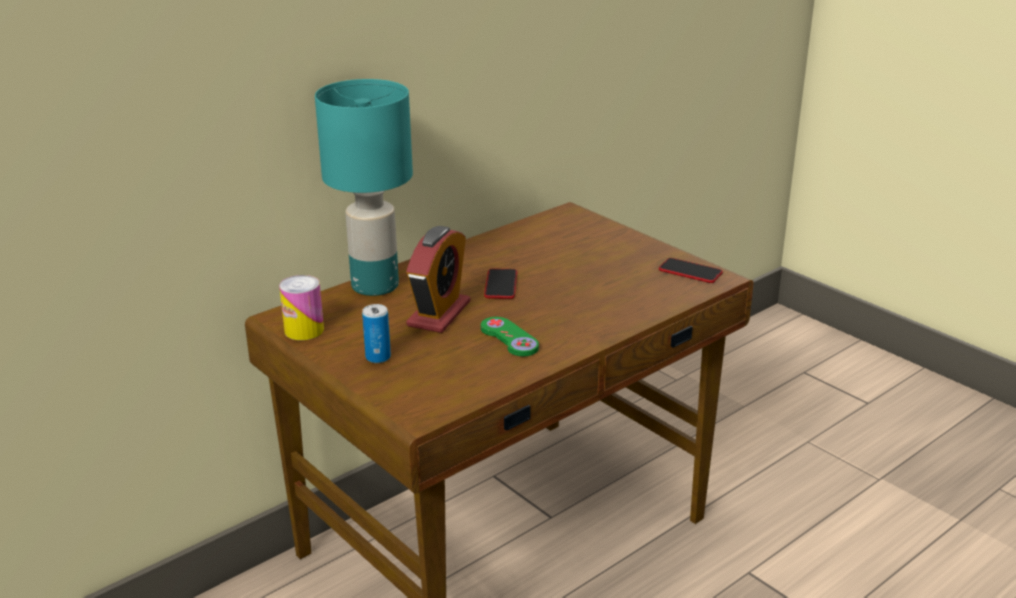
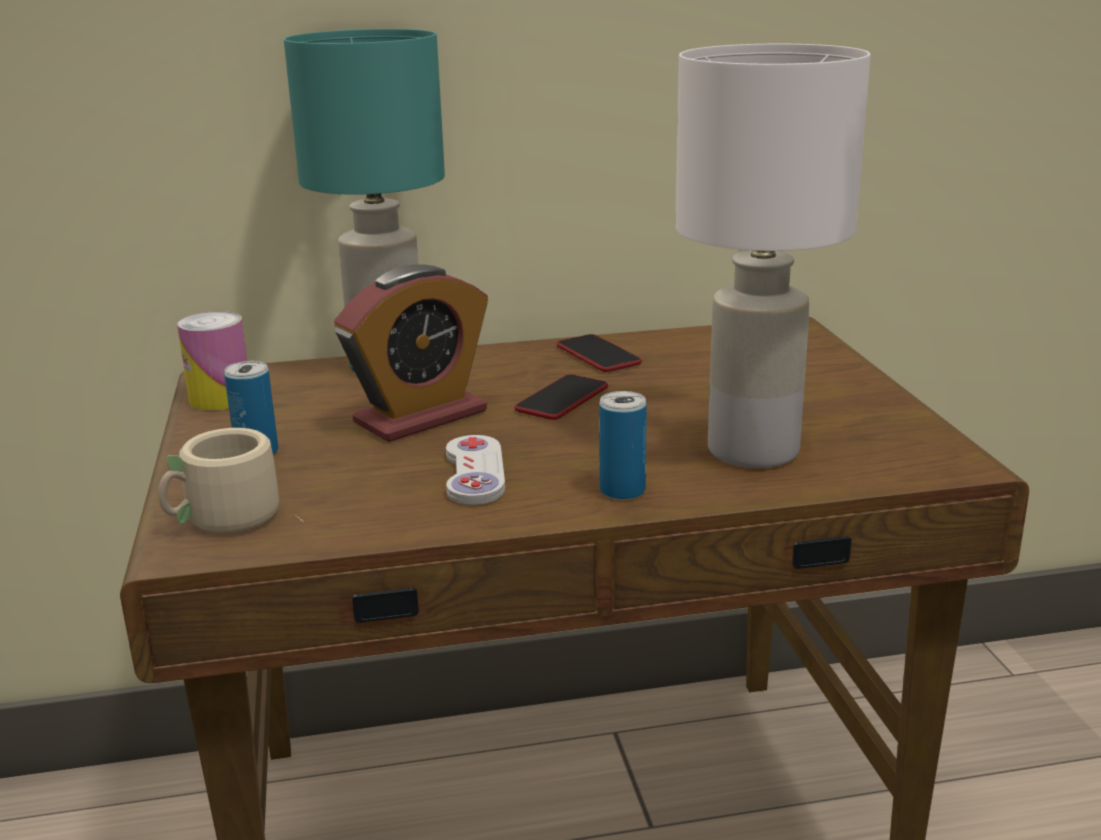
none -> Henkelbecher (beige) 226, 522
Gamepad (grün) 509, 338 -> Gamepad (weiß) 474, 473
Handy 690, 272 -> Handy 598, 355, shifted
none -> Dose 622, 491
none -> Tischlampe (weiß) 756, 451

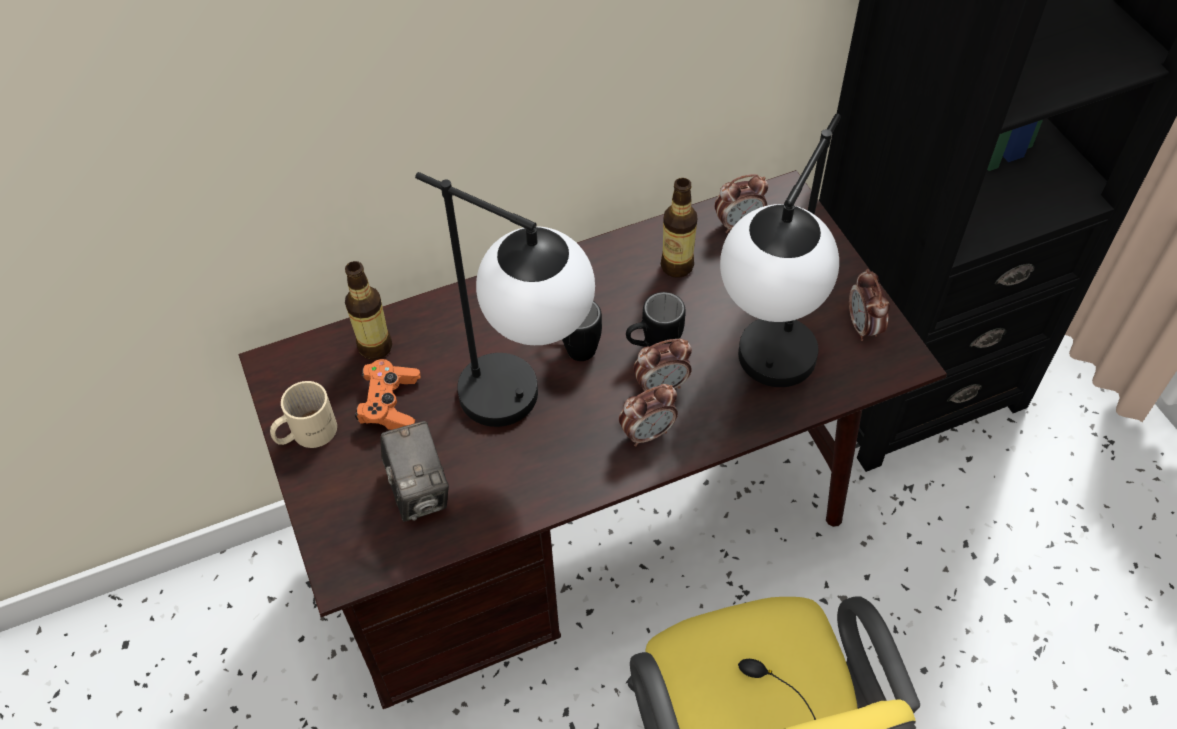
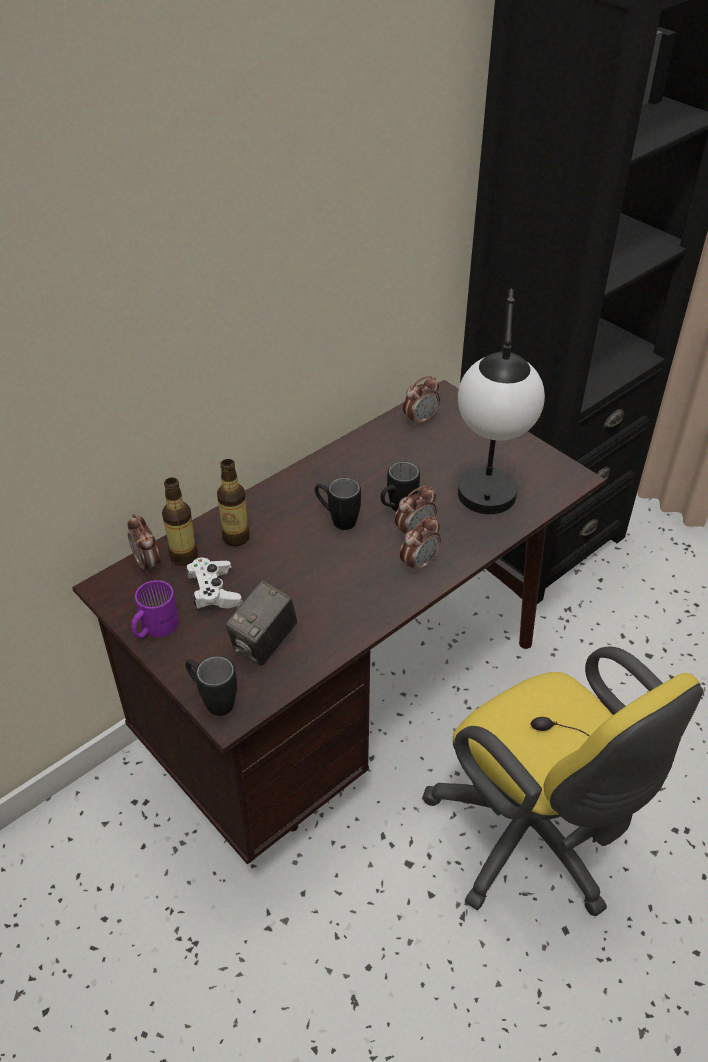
Wecker 863, 327 -> Wecker 148, 563, shifted
Henkelbecher (beige) 305, 432 -> Henkelbecher (lila) 153, 627
Gamepad (orange) 390, 404 -> Gamepad (weiß) 214, 591
none -> Henkelbecher (schwarz) 213, 700
Flasche 677, 266 -> Flasche 236, 537, shifted
Kamera 419, 491 -> Kamera 264, 644, 75 degrees clockwise
Tischlampe 527, 407 -> none

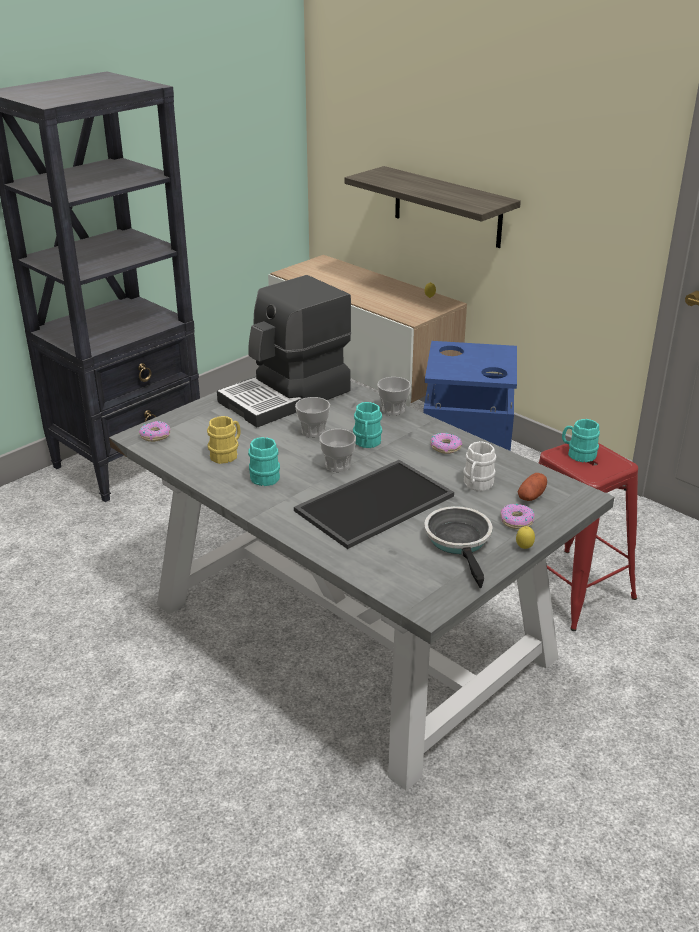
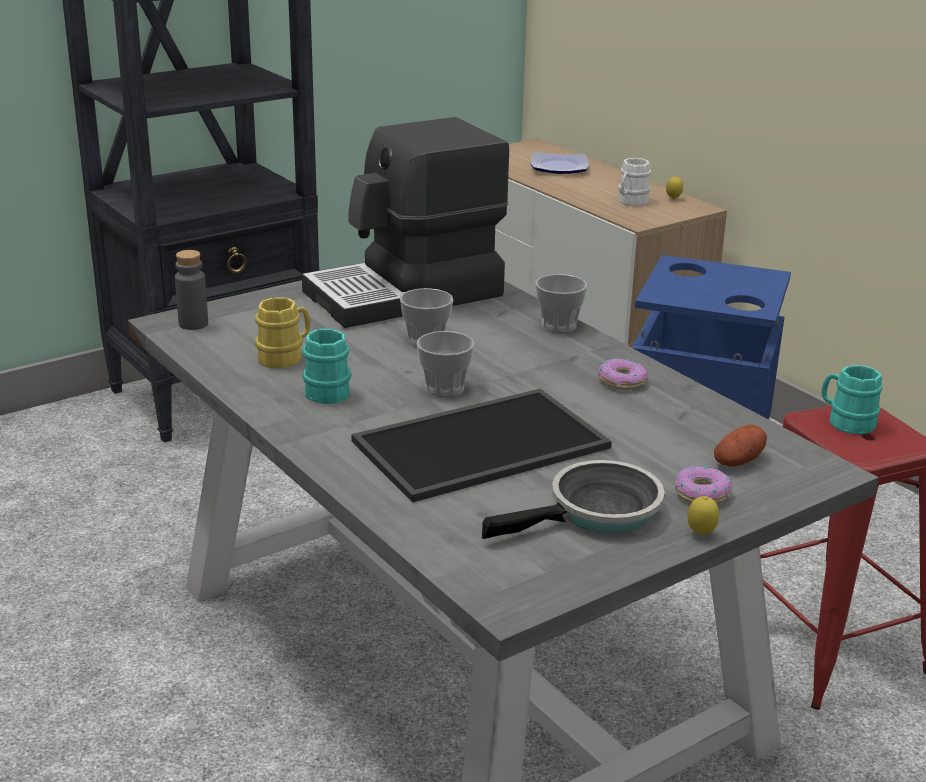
Donut 155, 435 -> Flasche (grau) 193, 324
Pfanne 460, 542 -> Pfanne 597, 513, 60 degrees clockwise
none -> Teller 558, 167
Henkelbecher (weiß) 476, 485 -> Henkelbecher (weiß) 630, 202, shifted
Wandregal 447, 207 -> none
Henkelbecher (türkis) 367, 443 -> none

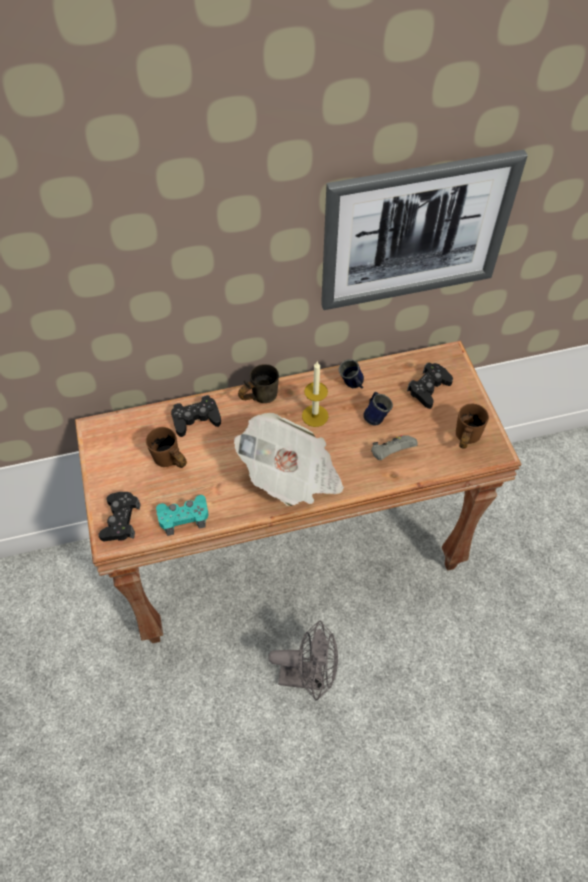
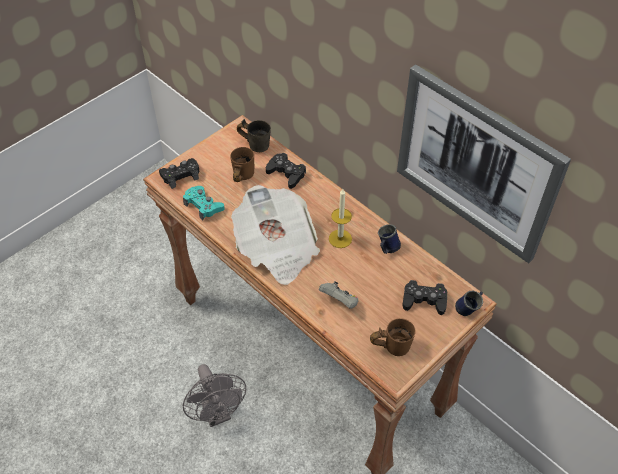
Henkelbecher (grau) 258, 396 -> Henkelbecher (grau) 256, 143, shifted
Henkelbecher (blau) 375, 415 -> Henkelbecher (blau) 468, 309, shifted

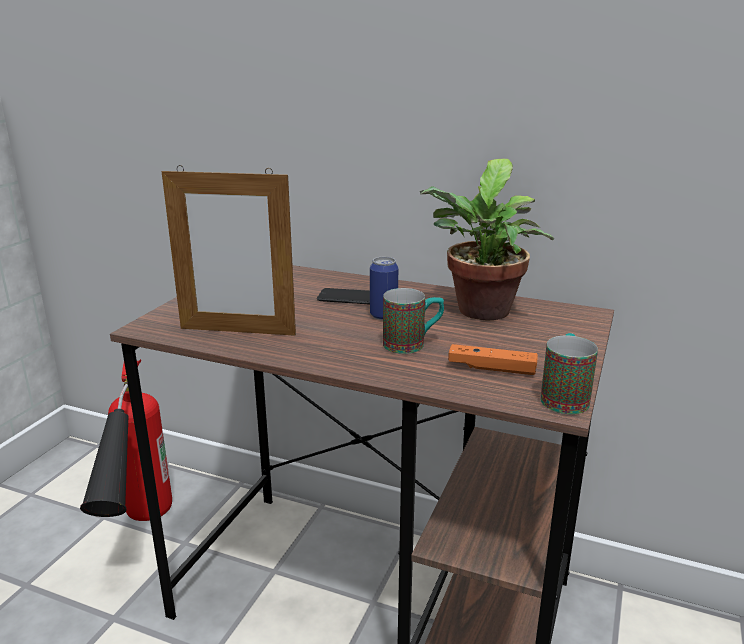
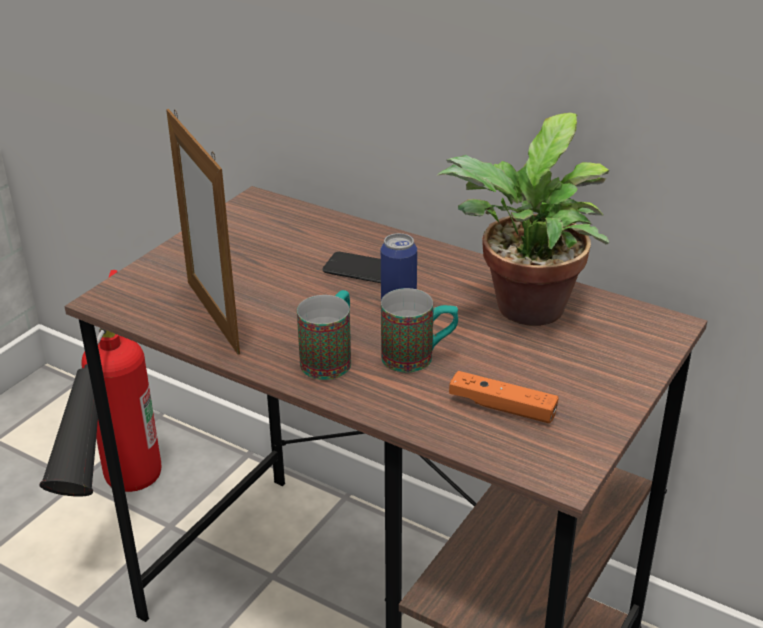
Bilderrahmen 237, 331 -> Bilderrahmen 213, 316, 45 degrees clockwise
Henkelbecher 564, 396 -> Henkelbecher 331, 358, shifted

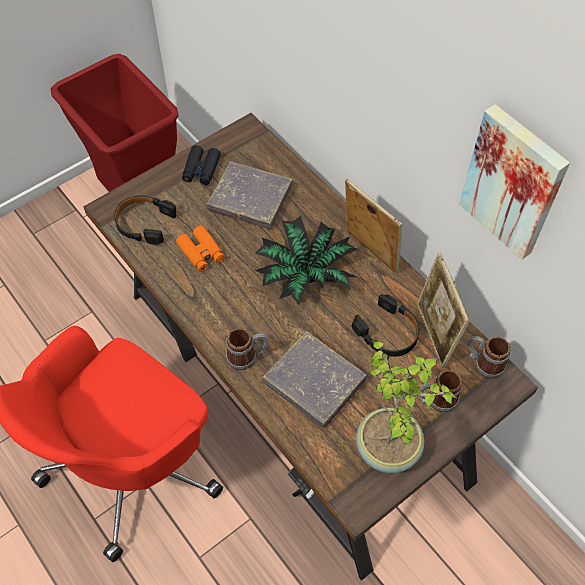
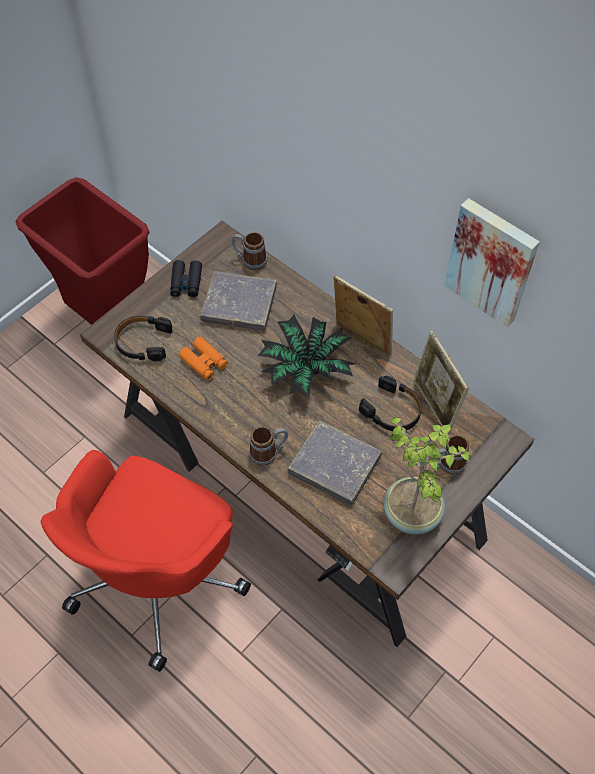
Henkelbecher 483, 363 -> Henkelbecher 250, 260, shifted

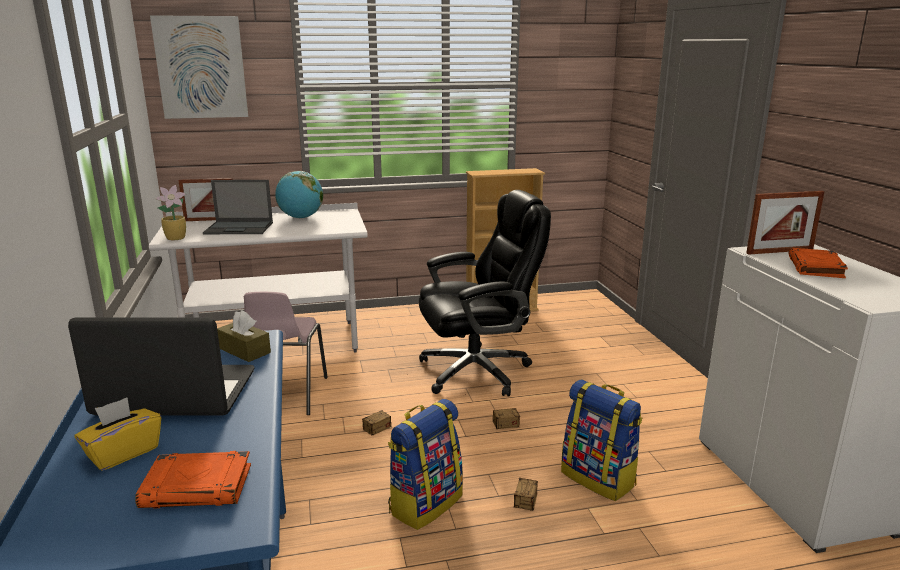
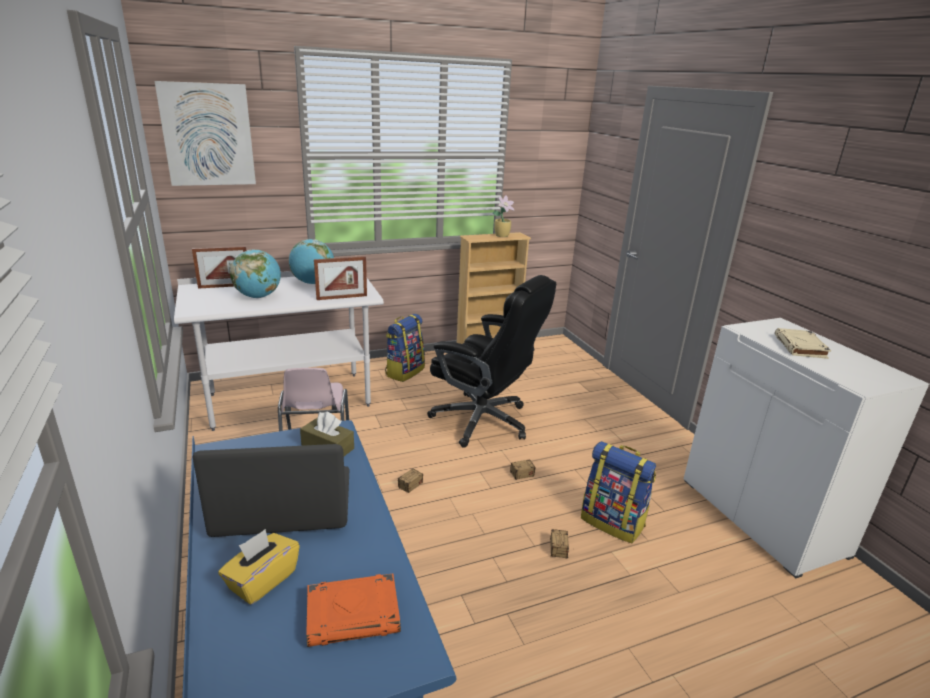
Laptop 240, 228 -> Globus 258, 296
Bilderrahmen 779, 251 -> Bilderrahmen 342, 297, shifted
Rucksack 425, 503 -> Rucksack 404, 372, shifted
Bürostuhl (schwarz) 477, 371 -> Bürostuhl (schwarz) 483, 421, 60 degrees clockwise
Topfpflanze 177, 238 -> Topfpflanze 502, 236, shifted
Buch (orange) 816, 268 -> Buch (beige) 800, 347

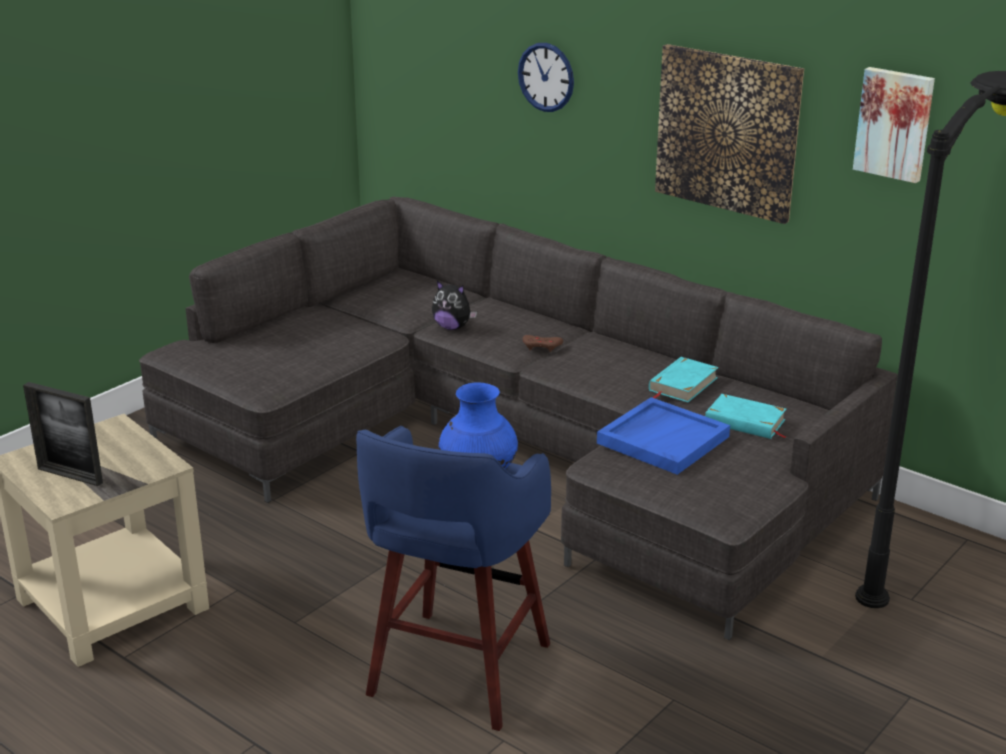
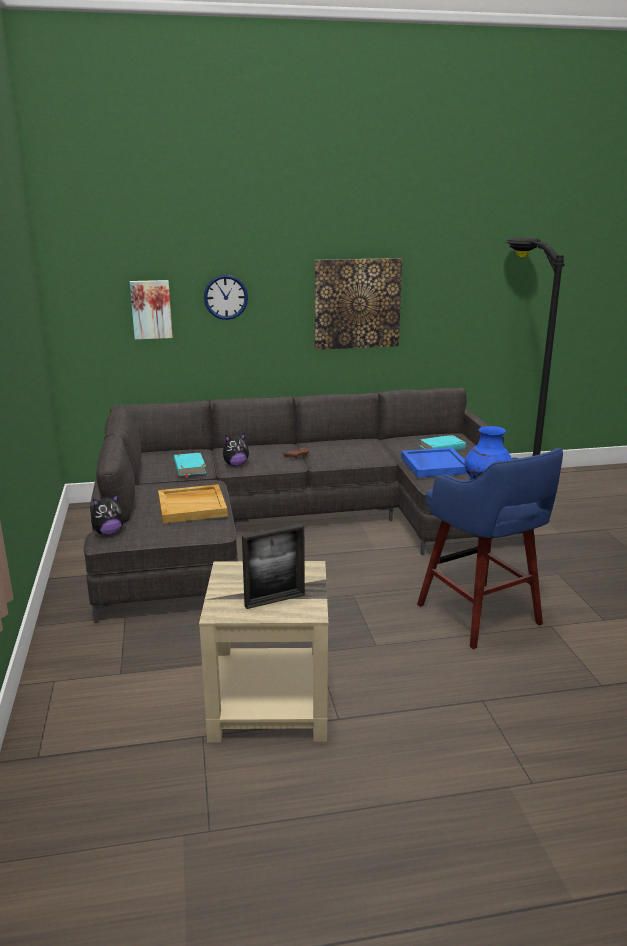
none -> Plüschtier 108, 532
Bild 894, 124 -> Bild 151, 309, shifted
none -> Tablett (beige) 192, 506
Buch (türkis) 682, 384 -> Buch (türkis) 189, 467, shifted

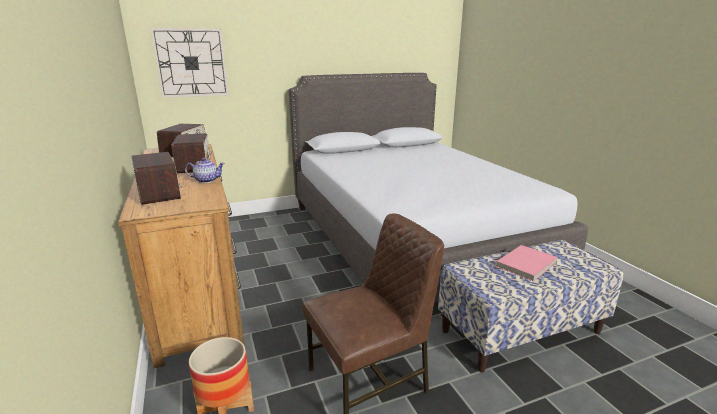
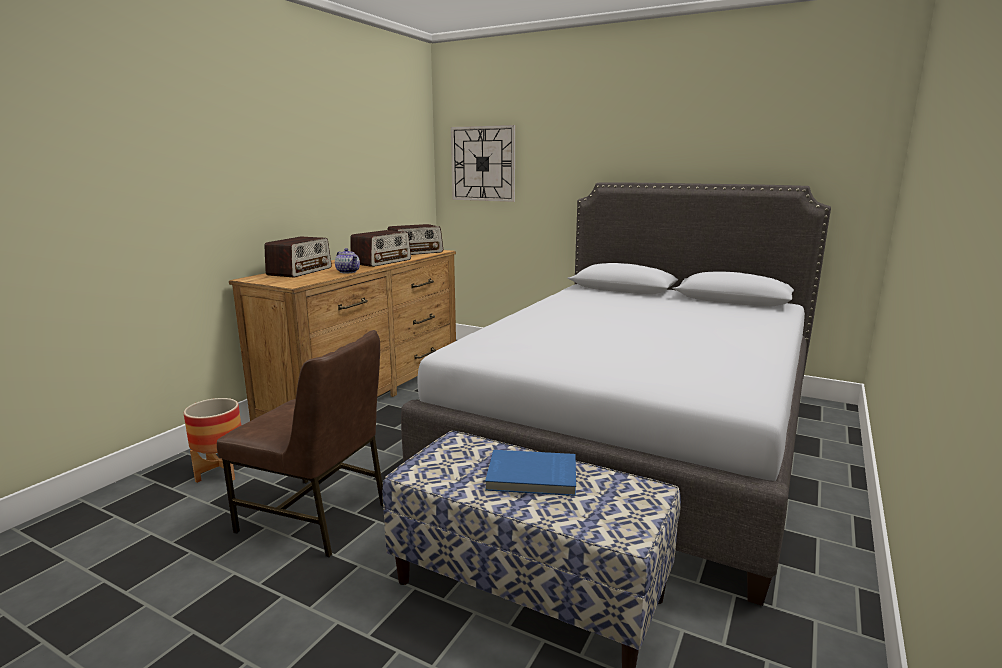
Buch (rosa) 527, 265 -> Buch (blau) 532, 476

